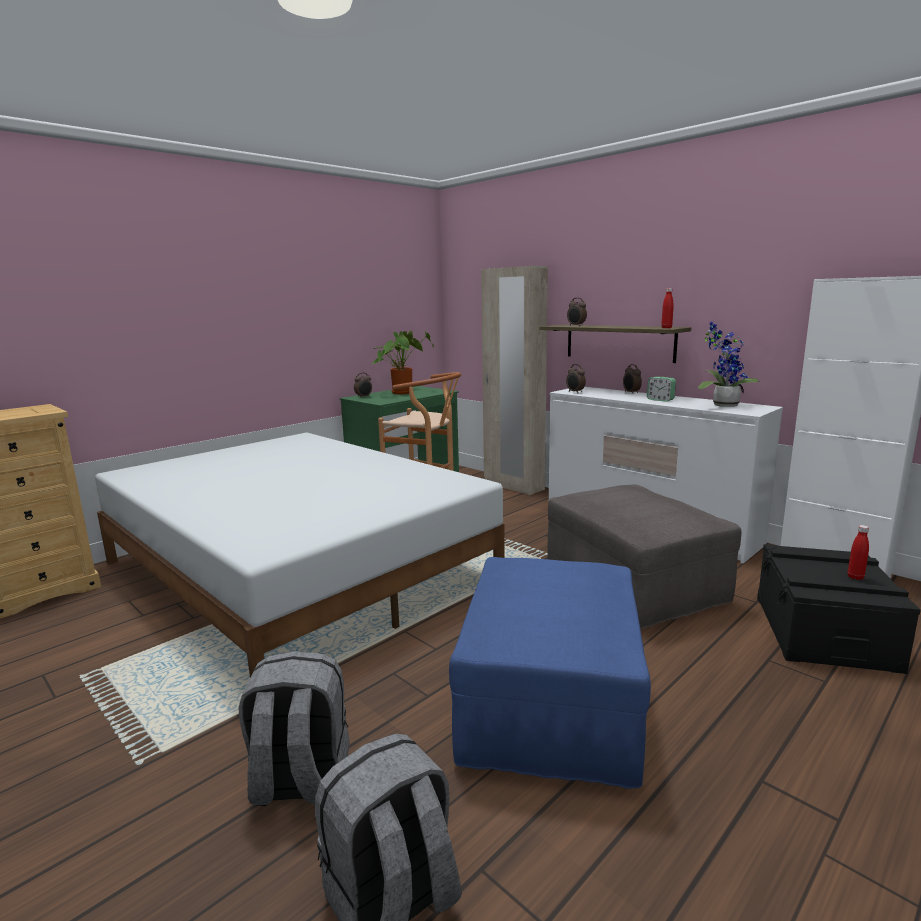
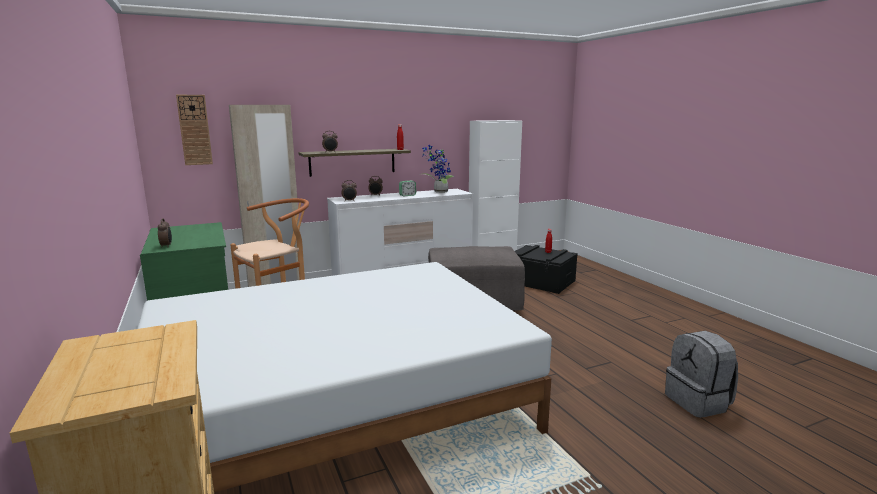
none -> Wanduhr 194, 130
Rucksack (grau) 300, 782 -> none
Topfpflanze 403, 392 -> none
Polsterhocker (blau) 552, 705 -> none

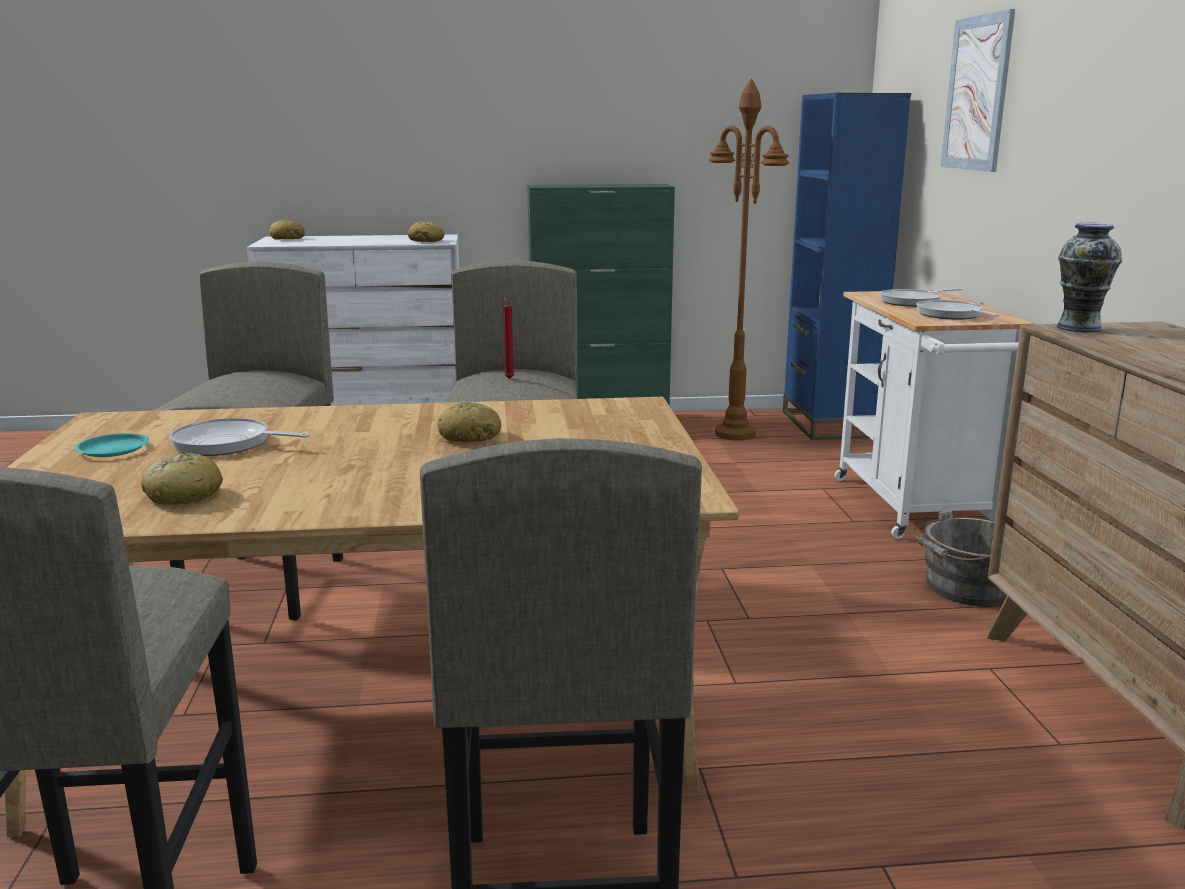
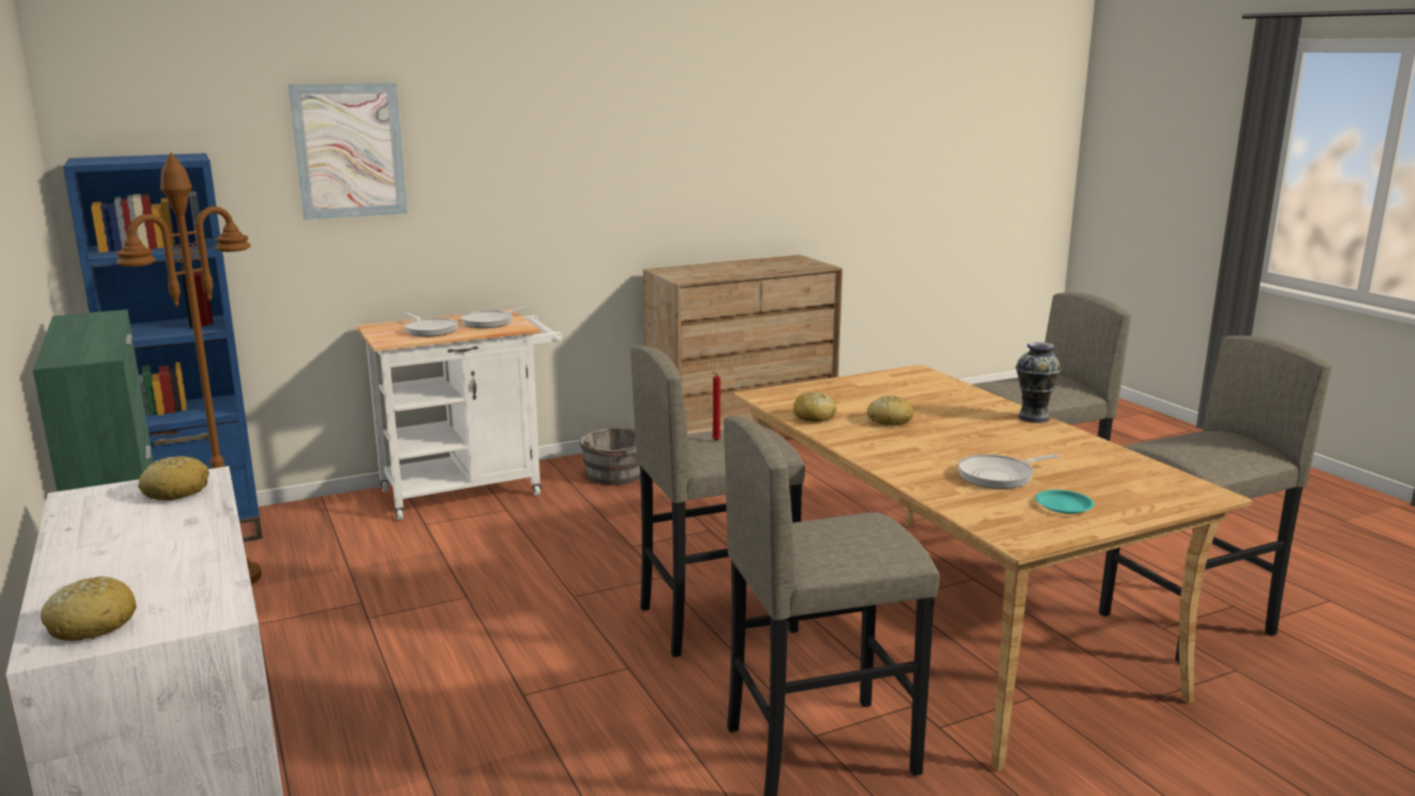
Brot 183, 495 -> Brot 814, 417, shifted
Pfanne 227, 444 -> Pfanne 999, 476, 75 degrees clockwise
Vase 1078, 328 -> Vase 1034, 417, shifted

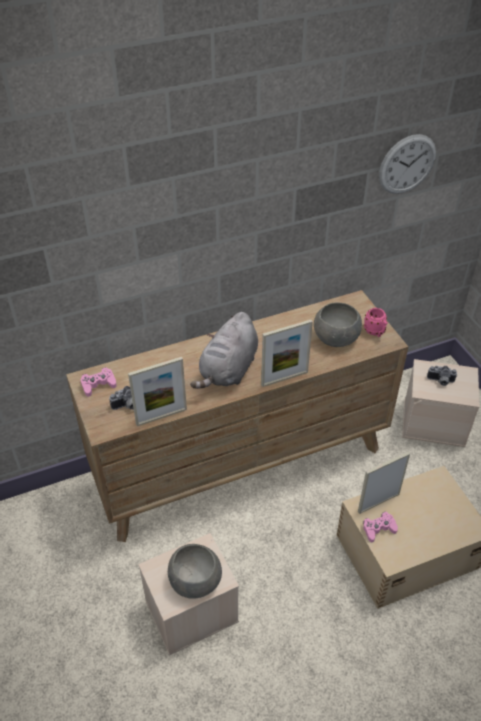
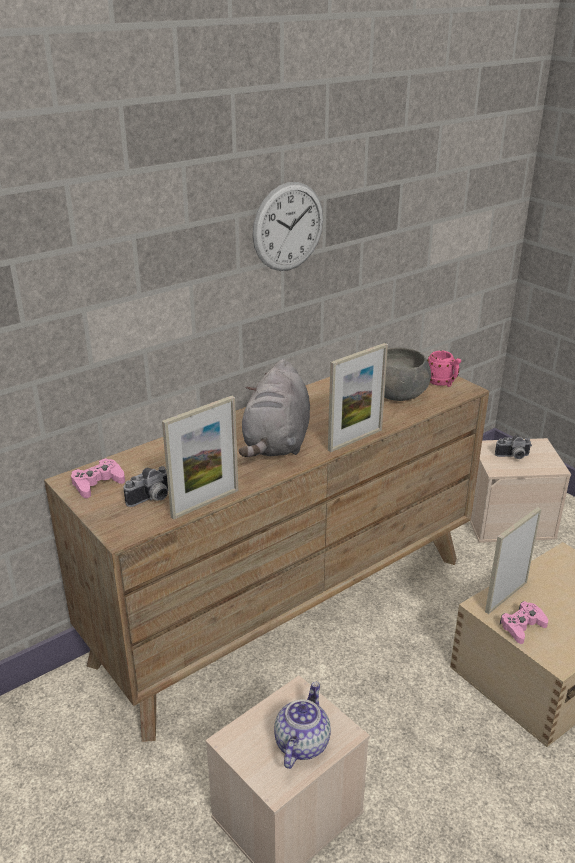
Wanduhr 407, 164 -> Wanduhr 288, 227, shifted
Schüssel (grau) 194, 580 -> Teekanne 301, 743

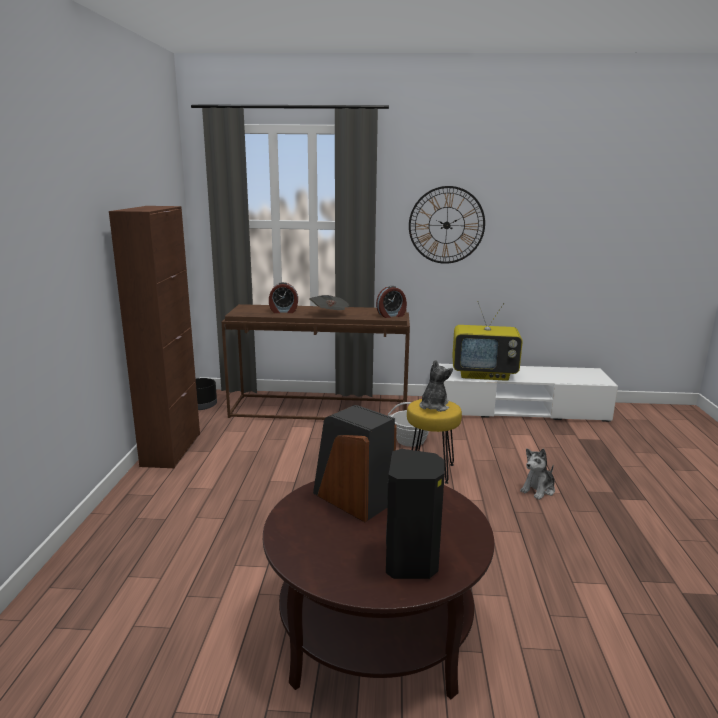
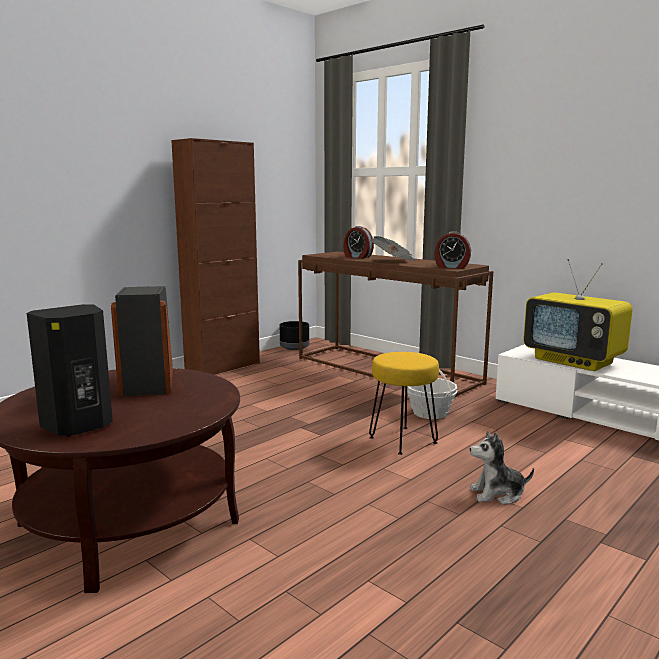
Wanduhr 446, 225 -> none
Plüschtier 434, 406 -> none

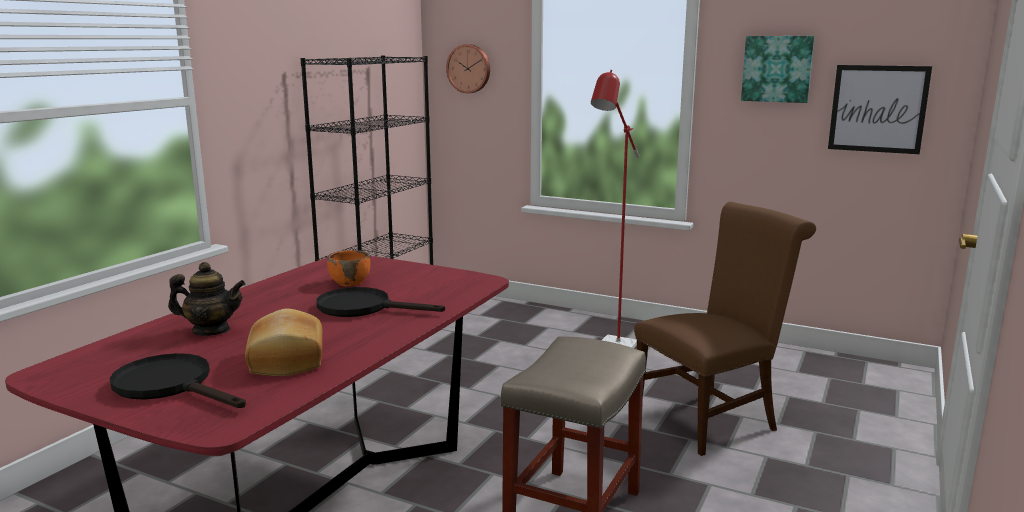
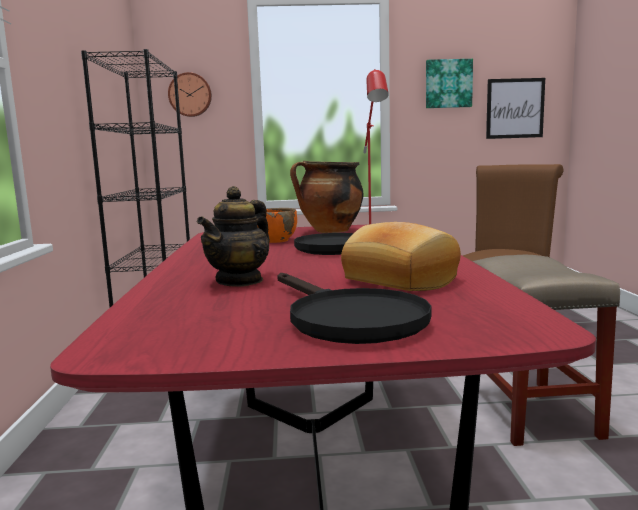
Teekanne 211, 331 -> Teekanne 240, 281, 150 degrees clockwise
Pfanne (schwarz) 171, 385 -> Pfanne (schwarz) 347, 318, 120 degrees counterclockwise
none -> Kochtopf 330, 231

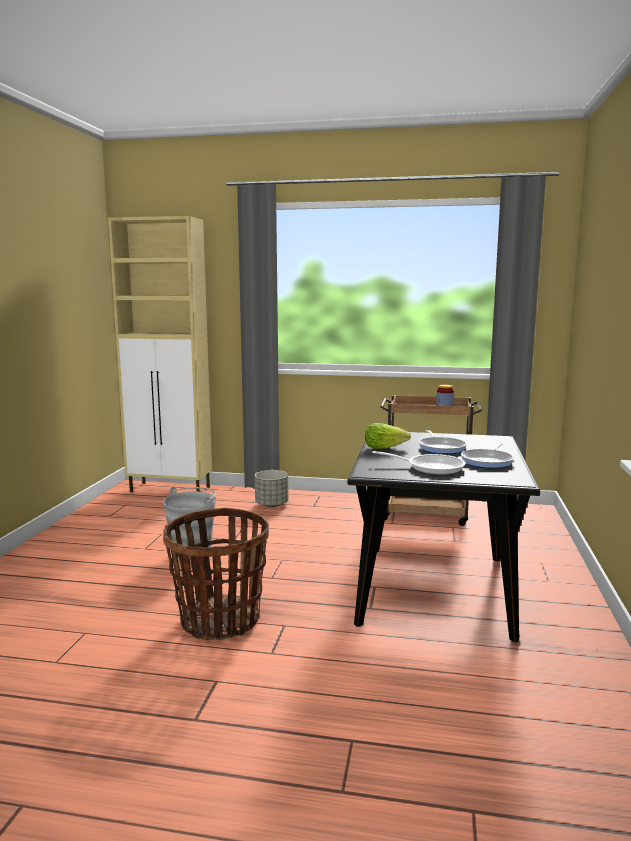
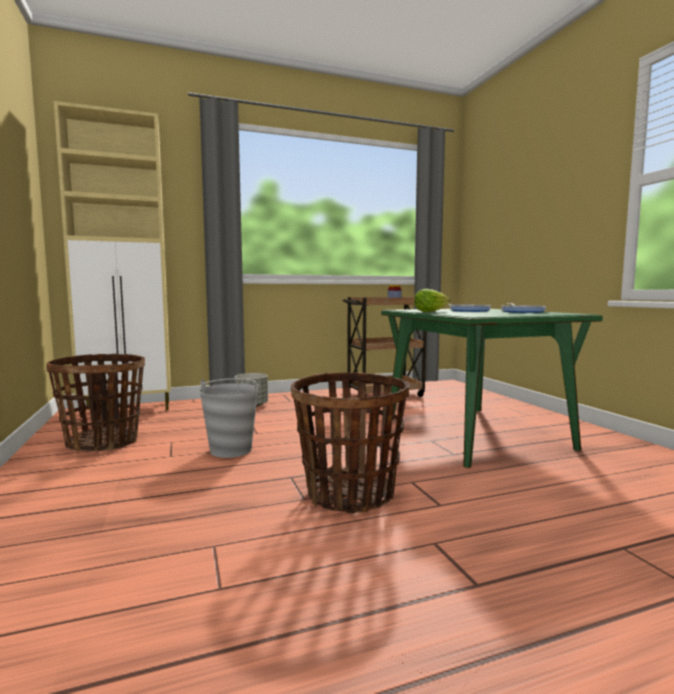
none -> Korb 103, 442
Esstisch (schwarz) 434, 589 -> Esstisch (grün) 473, 433
Pfanne 430, 467 -> none

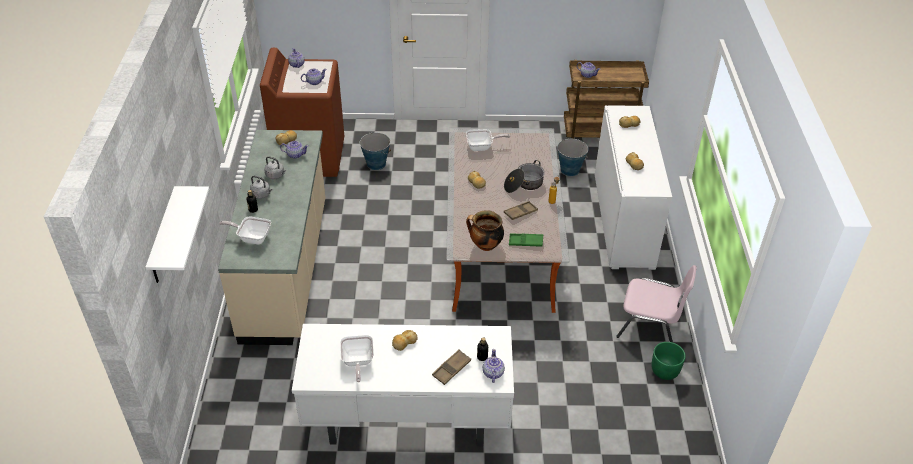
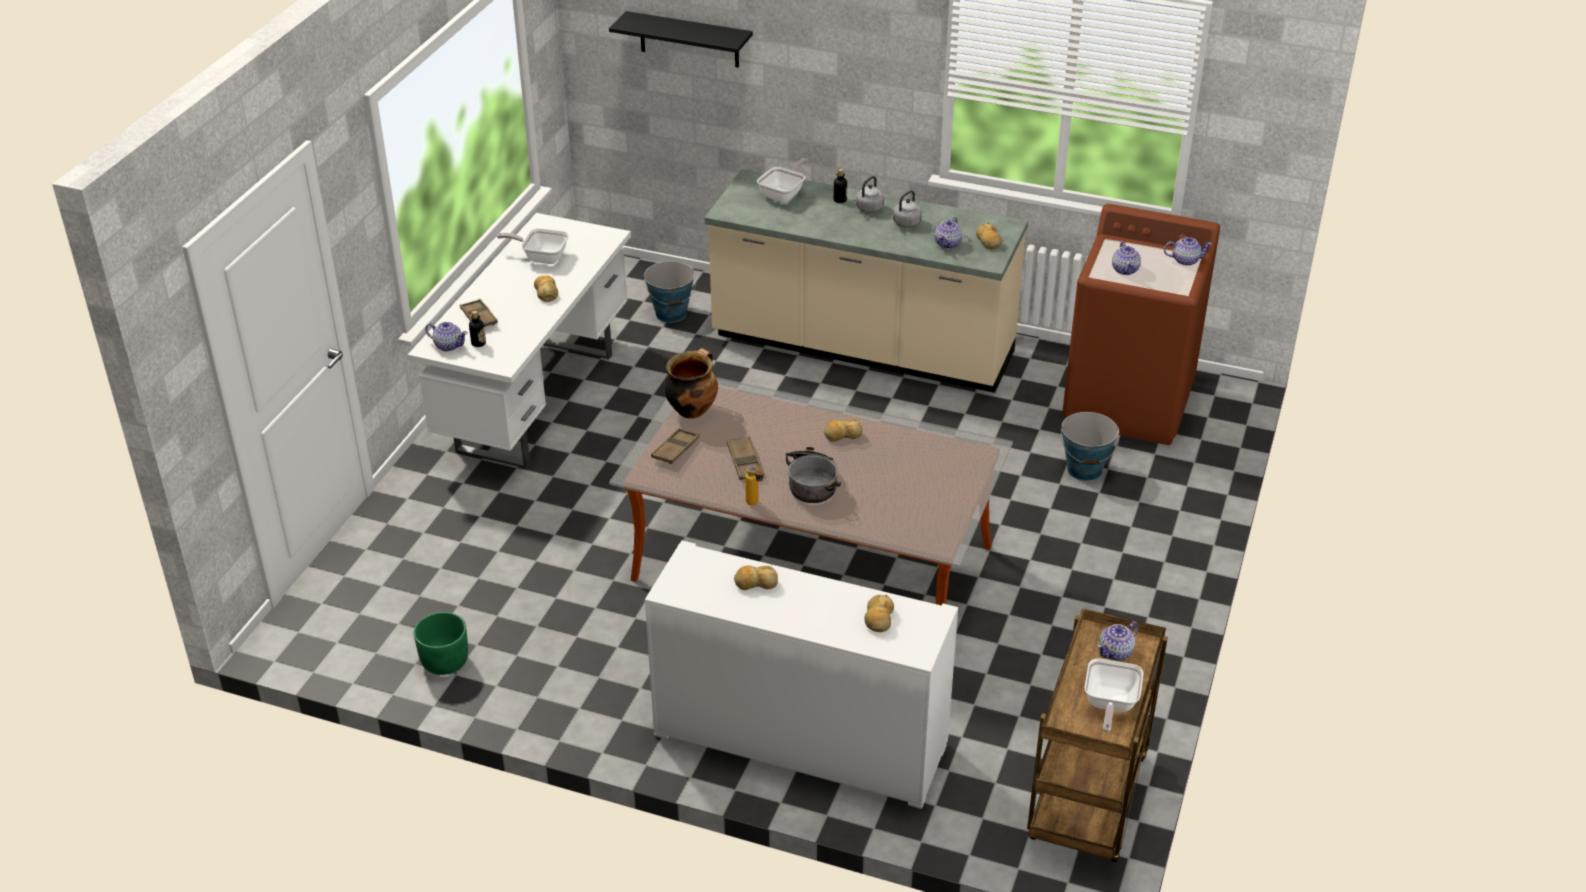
Wandregal (weiß) 164, 237 -> Wandregal (schwarz) 689, 39
Eimer 570, 170 -> Eimer 671, 313, shifted
Tablett (grün) 525, 242 -> Tablett (braun) 675, 449
Pfanne 482, 147 -> Pfanne 1109, 705, shifted
Stuhl (rosa) 650, 325 -> none

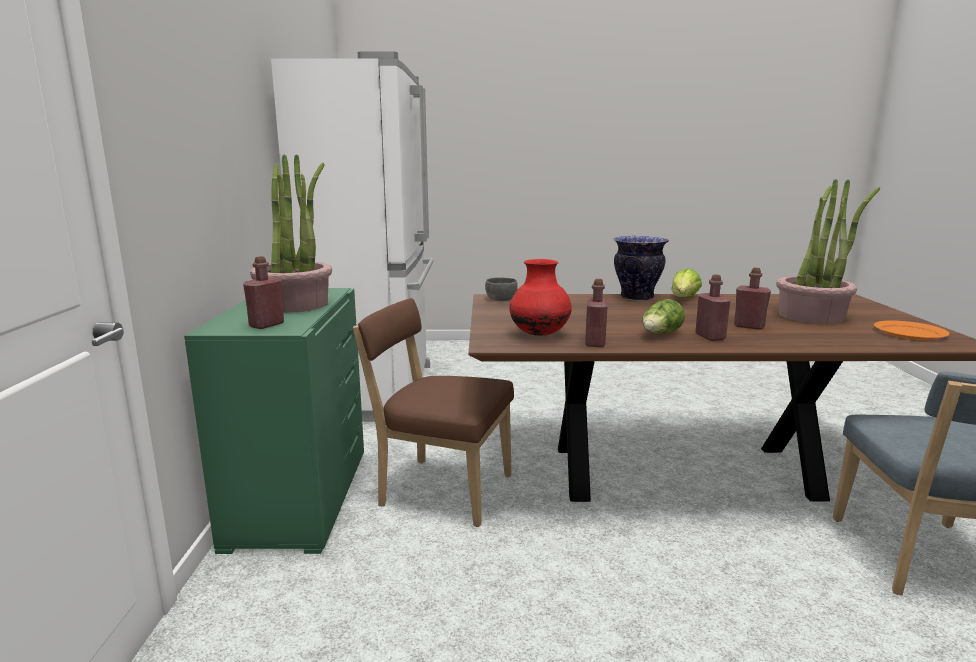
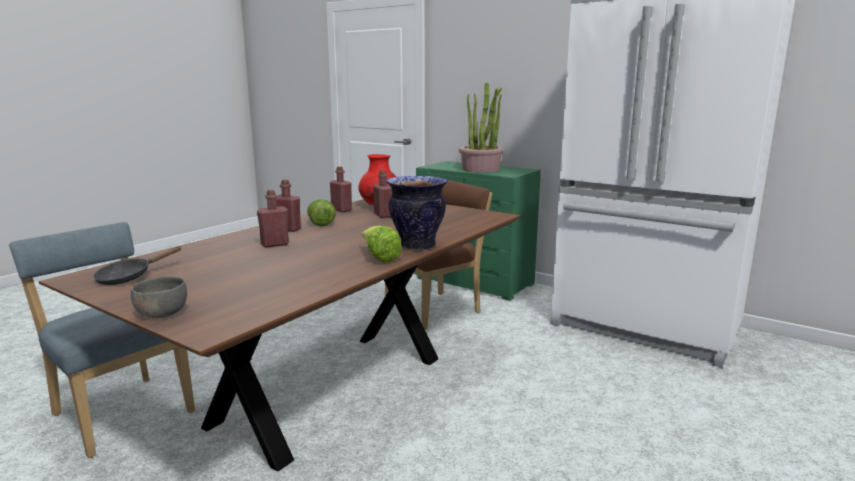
Teller (orange) 909, 333 -> Pfanne (schwarz) 129, 277
Schüssel (grau) 501, 299 -> Schüssel (grau) 161, 313, shifted
Flasche (rot) 266, 325 -> Flasche (rot) 383, 215, shifted
Topfpflanze 812, 316 -> none

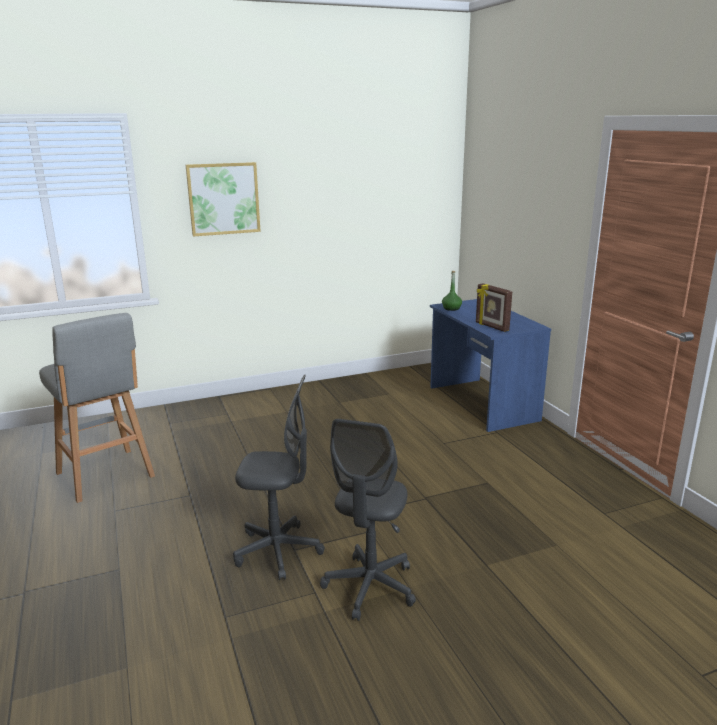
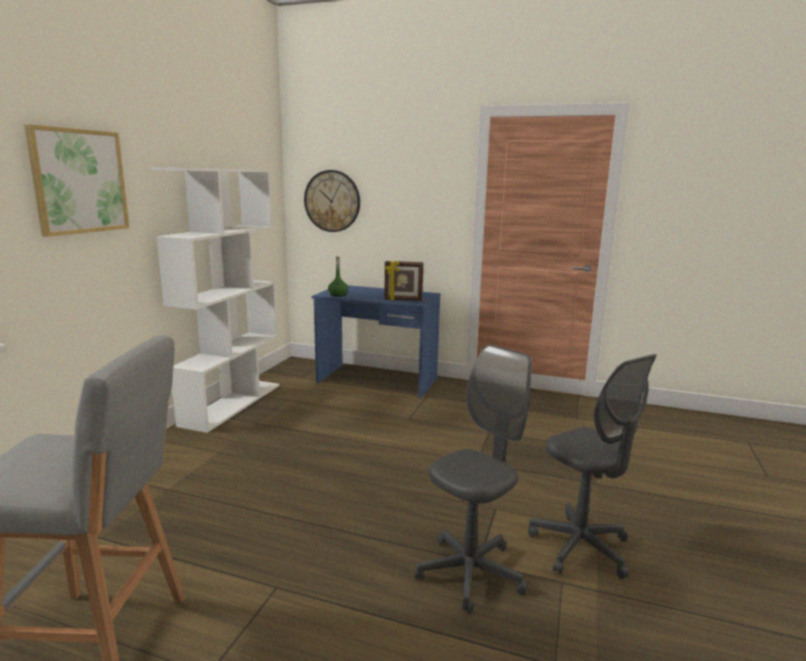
none -> Bücherregal (weiß) 232, 404
none -> Wanduhr 332, 201

